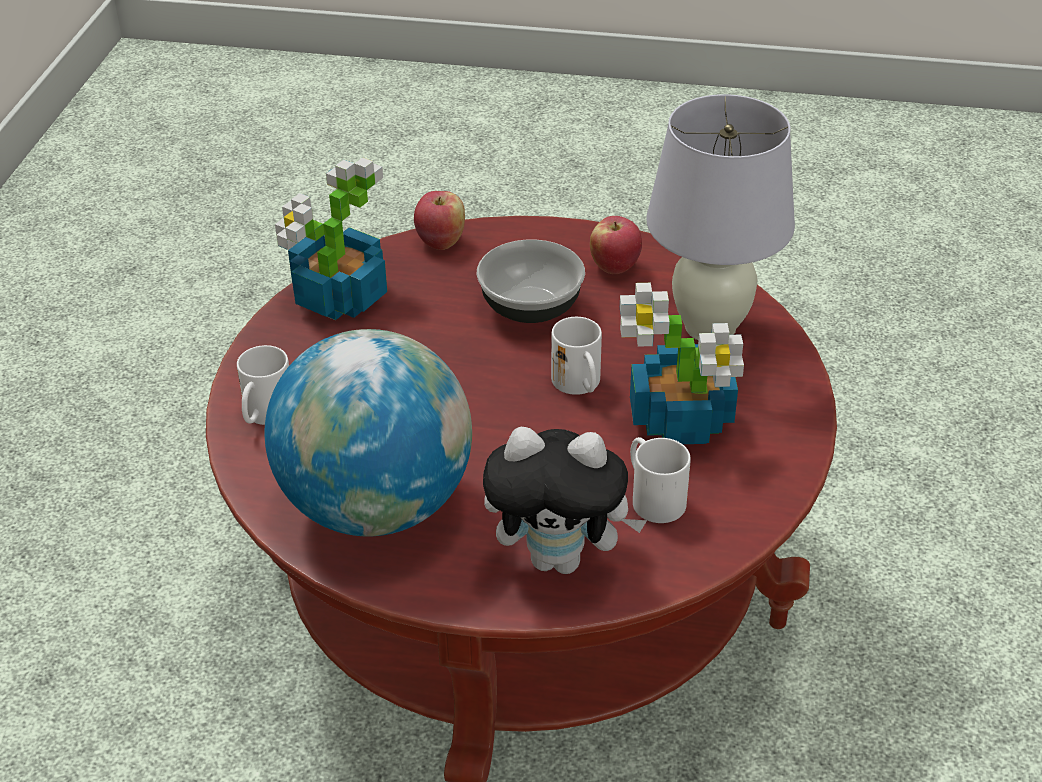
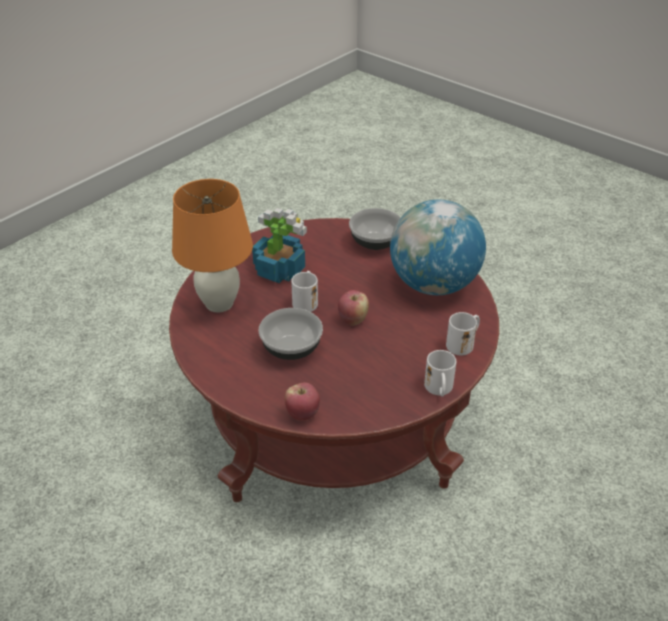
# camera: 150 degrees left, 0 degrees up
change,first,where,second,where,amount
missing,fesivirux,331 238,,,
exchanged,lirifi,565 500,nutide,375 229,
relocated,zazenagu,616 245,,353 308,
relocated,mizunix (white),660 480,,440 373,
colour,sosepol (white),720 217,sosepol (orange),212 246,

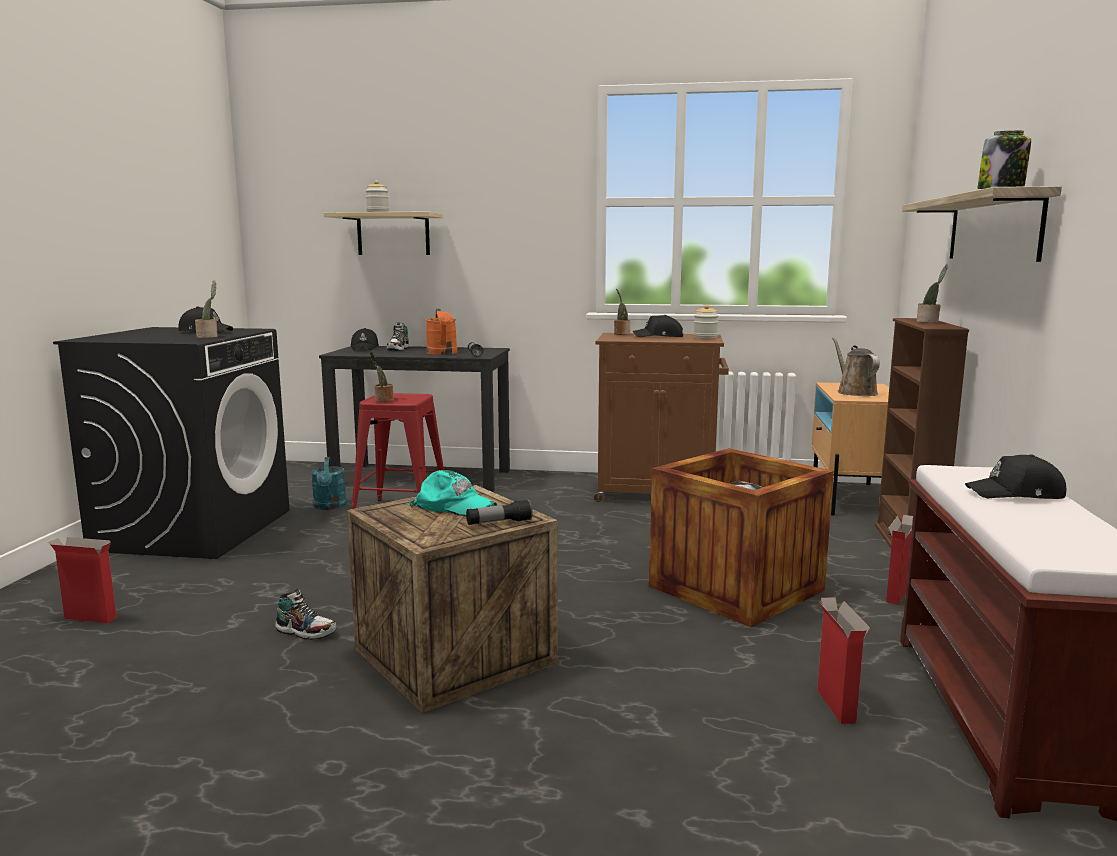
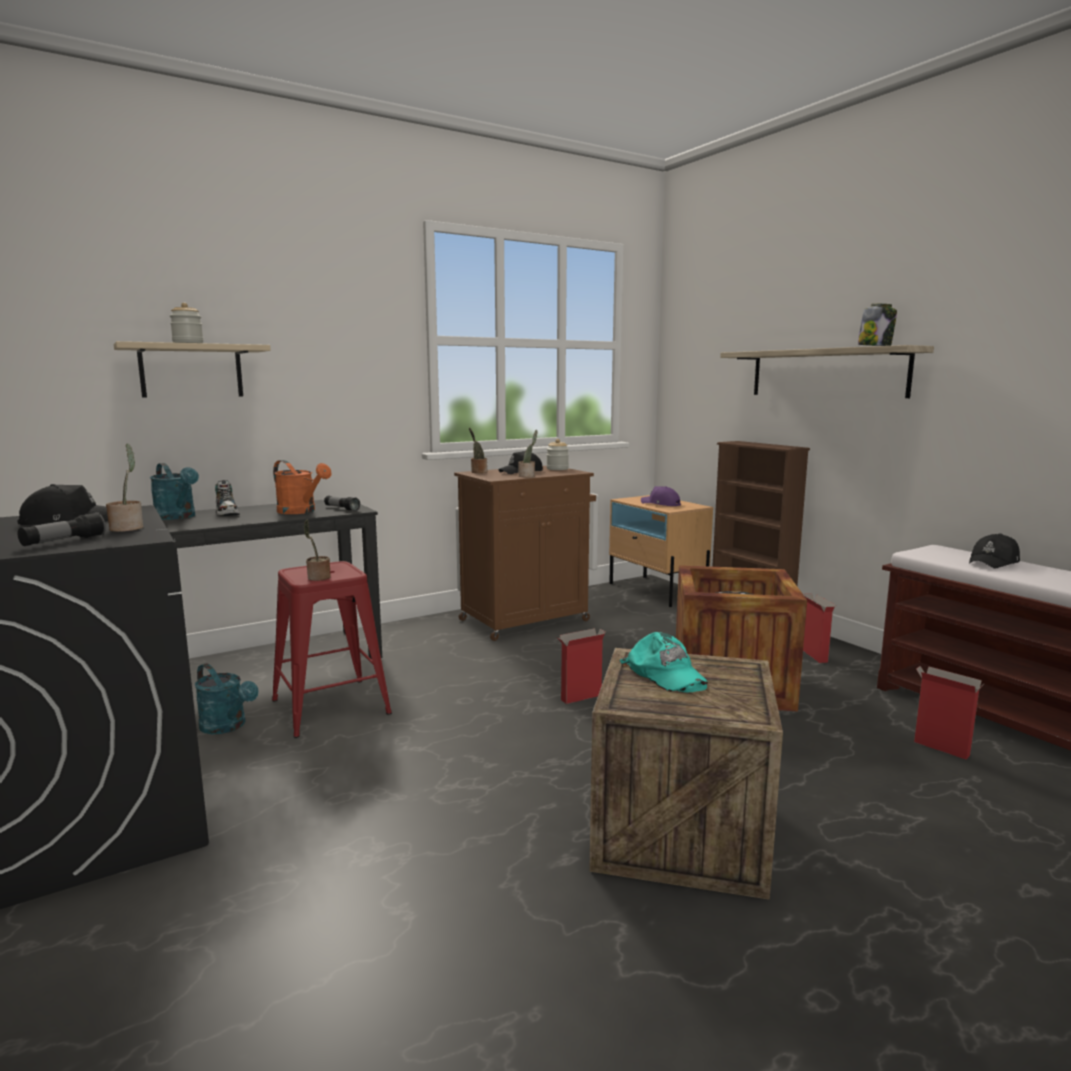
# camera: 40 degrees left, 0 degrees up
change,first,where,second,where,amount
relocated,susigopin,82 580,,581 666,
missing,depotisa,305 614,,,
exchanged,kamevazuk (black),365 339,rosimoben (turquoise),174 491,
spun,kamevazuk (turquoise),453 493,,664 662,75 degrees clockwise
relocated,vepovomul,499 512,,61 529,
exchanged,rosimoben (brown),856 366,kamevazuk (purple),661 496,
relocated,fesivirux,932 293,,528 453,

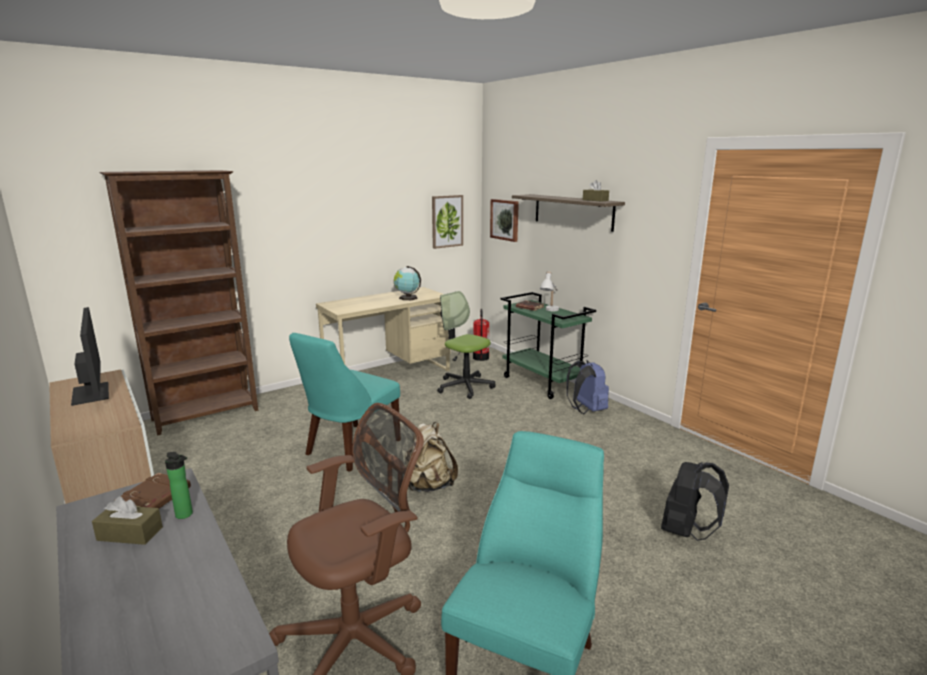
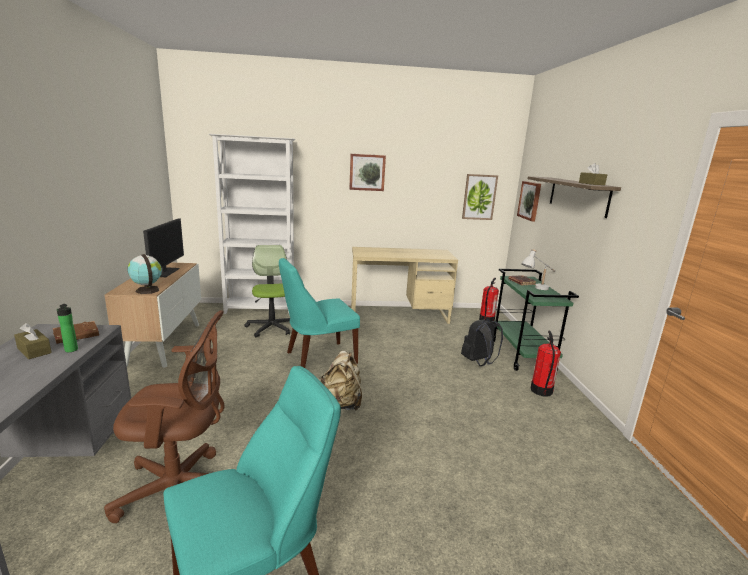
# camera: 30 degrees right, 0 degrees up
change,first,where,second,where,amount
colour,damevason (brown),178 302,damevason (white),252 224,
relocated,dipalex,407 283,,144 274,
relocated,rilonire,466 345,,267 291,
exchanged,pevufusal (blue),588 387,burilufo,546 363,
relocated,pevufusal (black),695 501,,482 342,
appeared,,,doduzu,367 172,

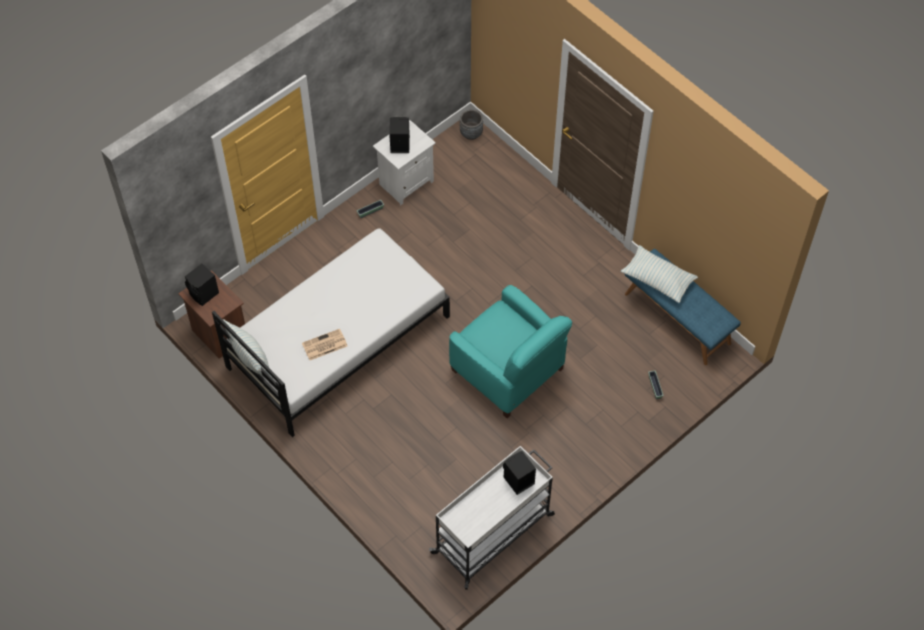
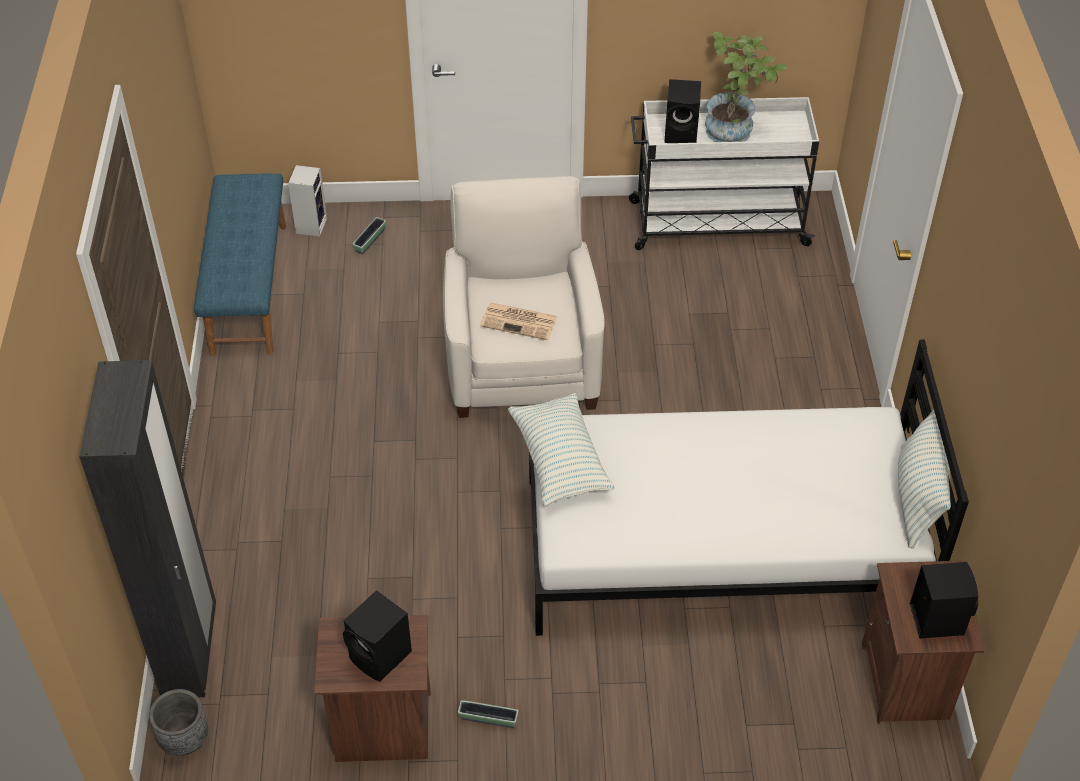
# camera: 140 degrees left, 10 degrees down
change,first,where,second,where,amount
relocated,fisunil,324 344,,518 321,
colour,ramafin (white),404 162,ramafin (brown),372 688,
colour,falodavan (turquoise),510 351,falodavan (white),524 297,
relocated,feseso,659 274,,561 450,
appeared,,,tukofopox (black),147 528,
appeared,,,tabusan,307 200,
appeared,,,fesivirux,746 87,

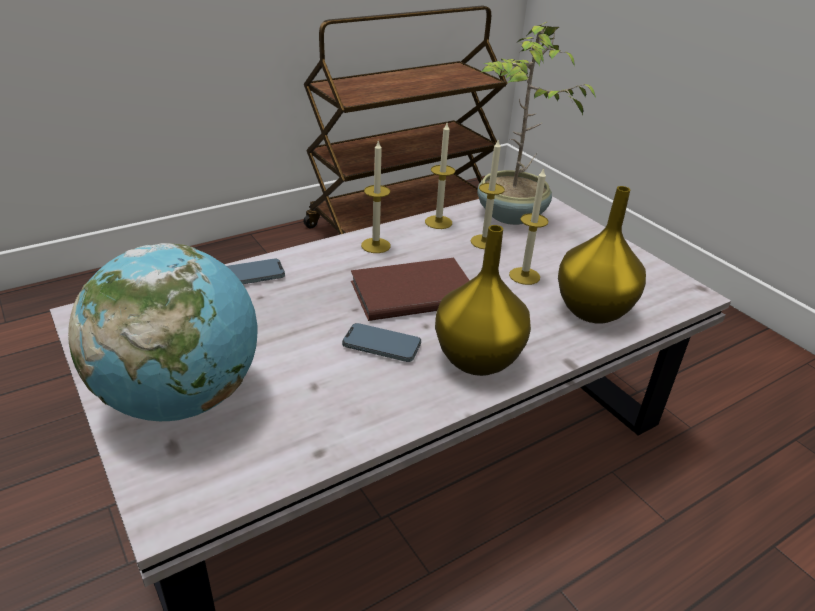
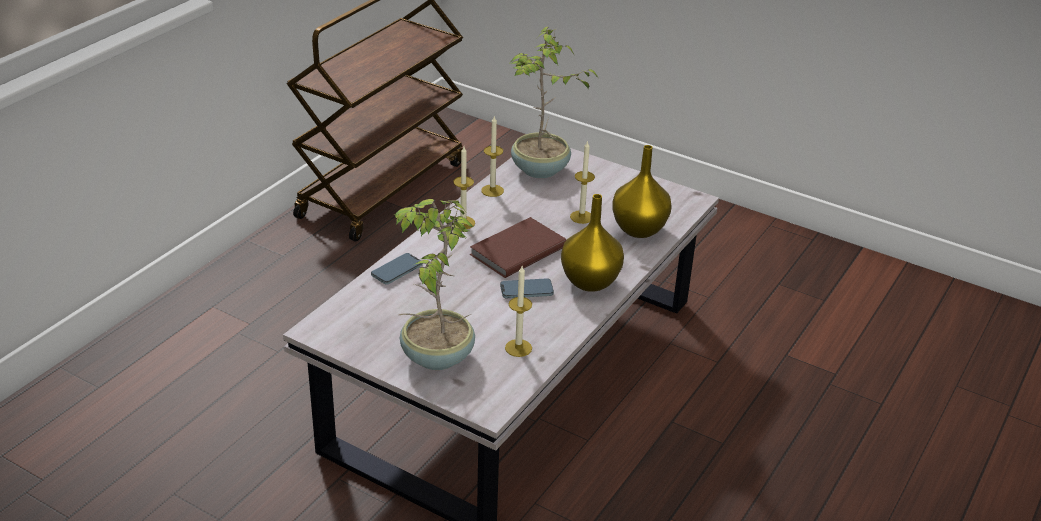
# camera: 25 degrees left, 0 degrees up
change,first,where,second,where,amount
exchanged,dipalex,162 332,fesivirux,434 284,
relocated,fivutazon,487 193,,518 311,

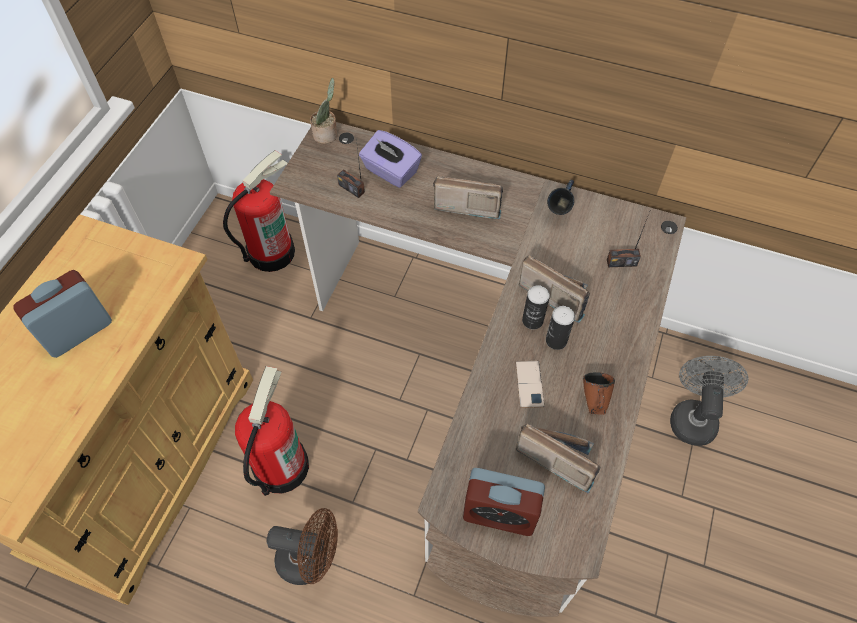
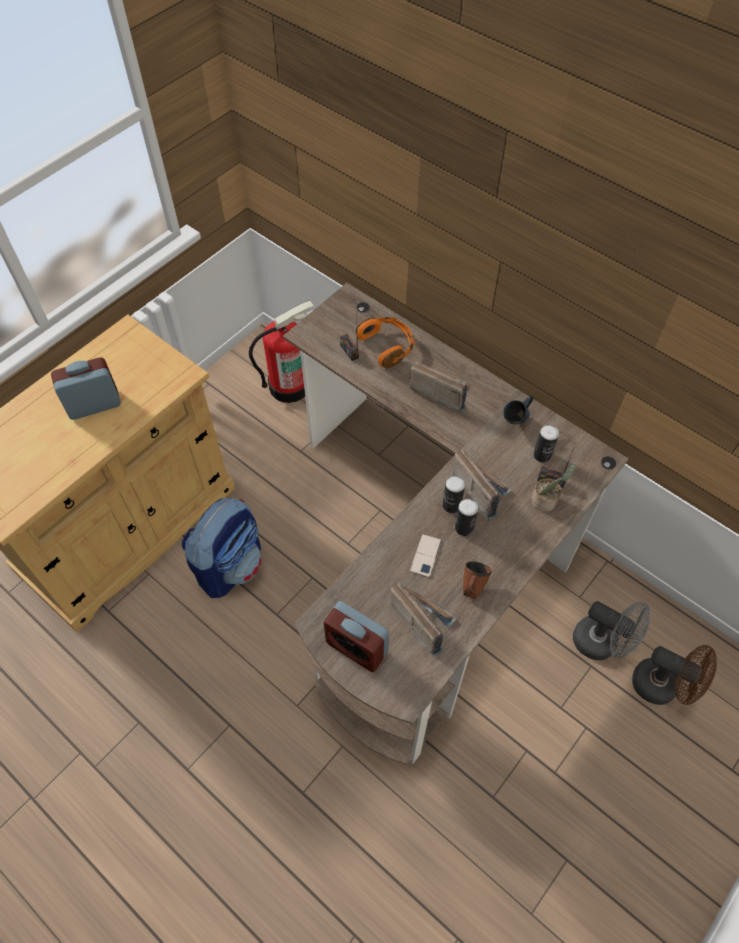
# camera: 20 degrees right, 0 degrees up
change,first,where,second,where,amount
exchanged,burilufo,272 431,pevufusal,221 548,
relocated,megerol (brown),302 546,,674 675,
relocated,fesivirux,323 111,,553 488,
exchanged,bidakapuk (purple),390 159,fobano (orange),385 342,
spun,megerol (grey),709 401,,611 630,90 degrees clockwise
appeared,,,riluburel,546 444,

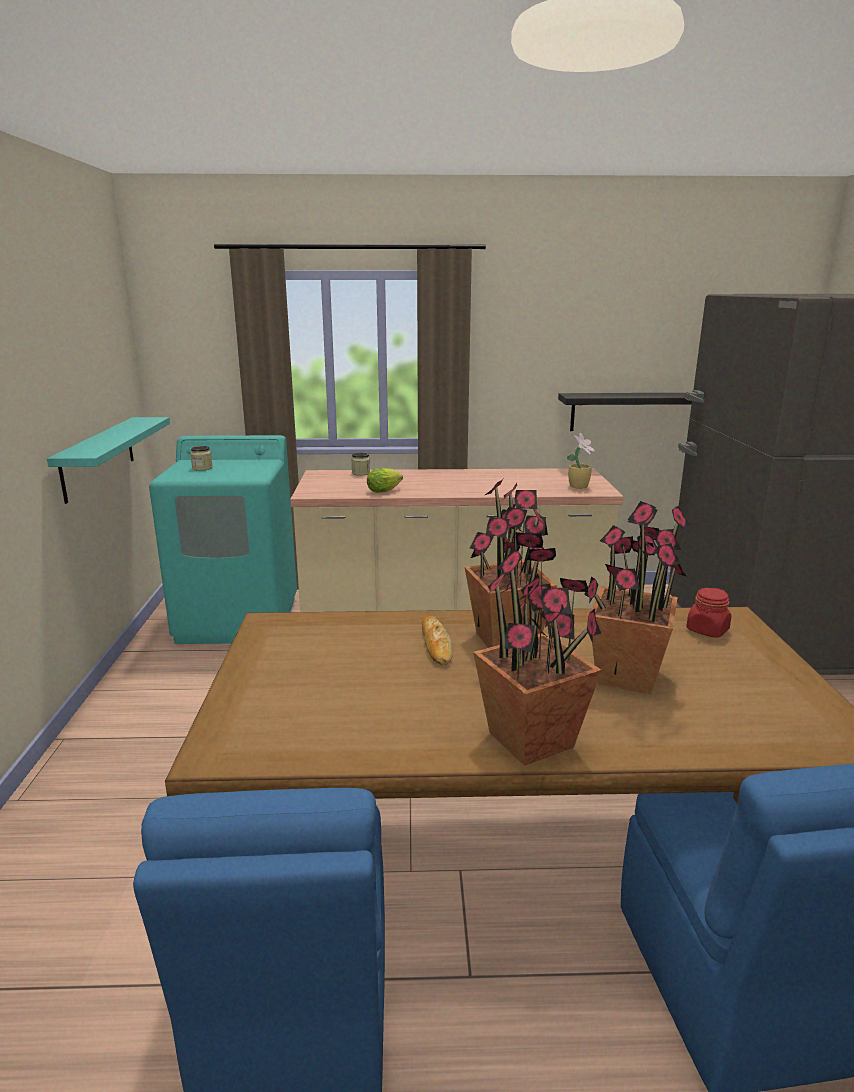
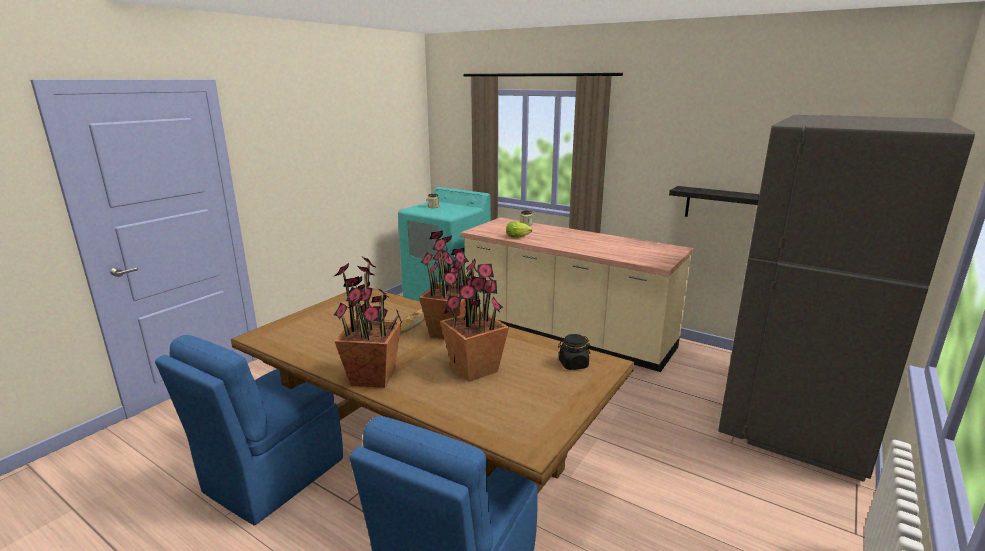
# camera: 35 degrees right, 0 degrees up
change,first,where,second,where,amount
missing,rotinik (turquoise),108 460,,,
missing,fesivirux,581 461,,,
colour,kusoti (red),709 613,kusoti (black),574 352,

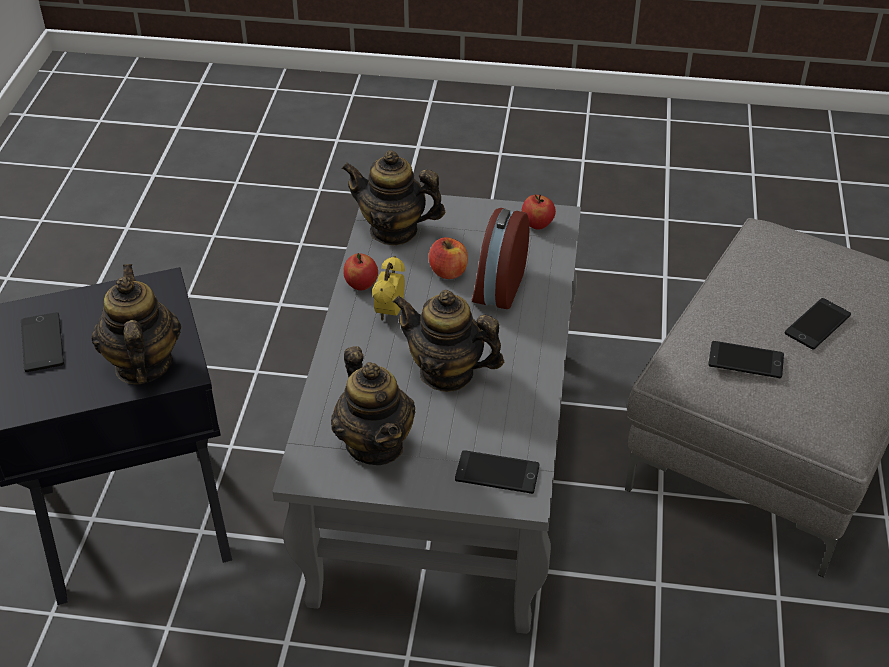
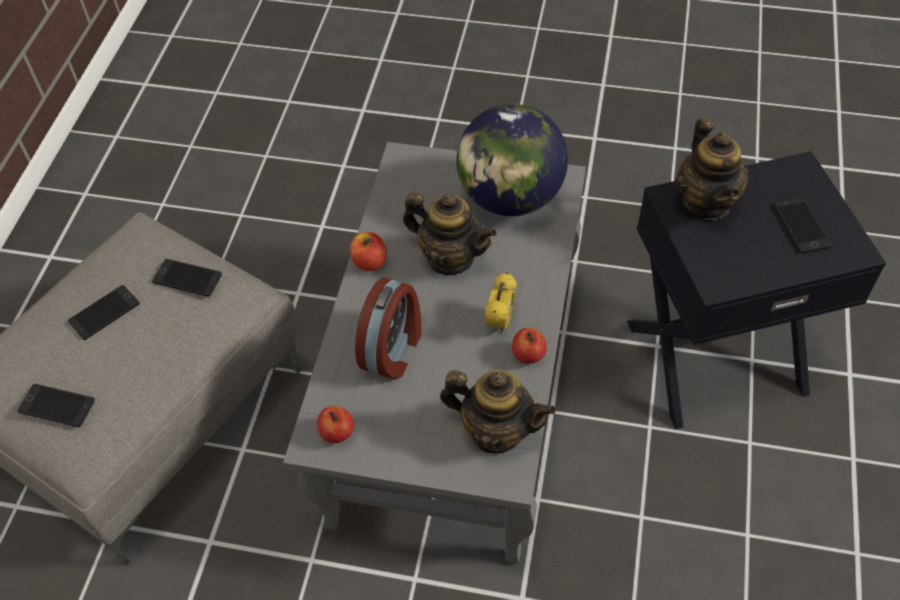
# camera: 175 degrees left, 10 degrees up
change,first,where,second,where,amount
exchanged,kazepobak,373 405,dipalex,512 160,
relocated,zazenagu,448 258,,368 251,
relocated,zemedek,497 472,,56 405,

